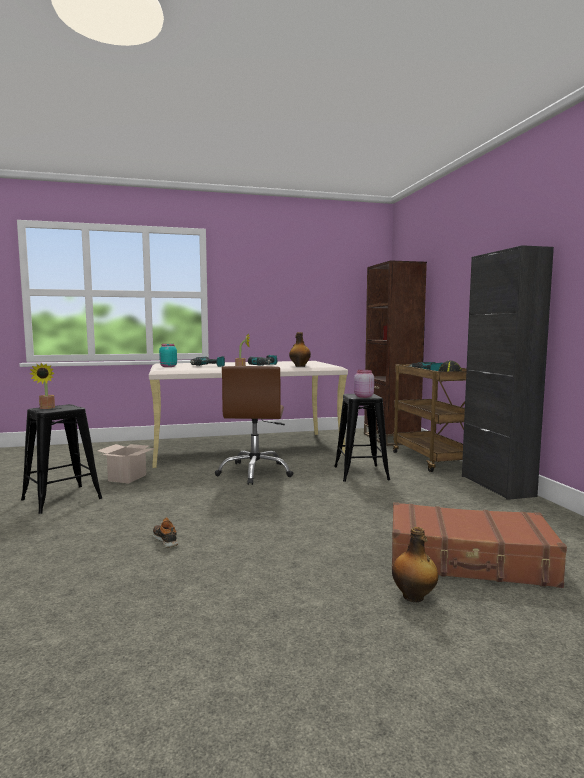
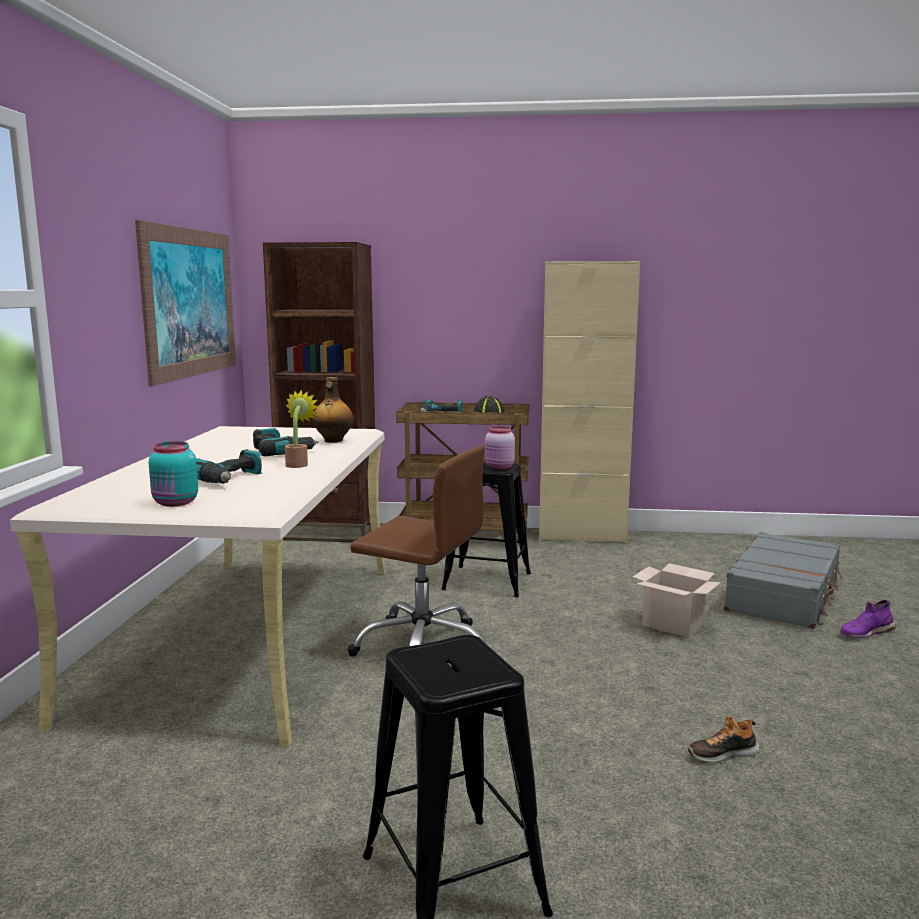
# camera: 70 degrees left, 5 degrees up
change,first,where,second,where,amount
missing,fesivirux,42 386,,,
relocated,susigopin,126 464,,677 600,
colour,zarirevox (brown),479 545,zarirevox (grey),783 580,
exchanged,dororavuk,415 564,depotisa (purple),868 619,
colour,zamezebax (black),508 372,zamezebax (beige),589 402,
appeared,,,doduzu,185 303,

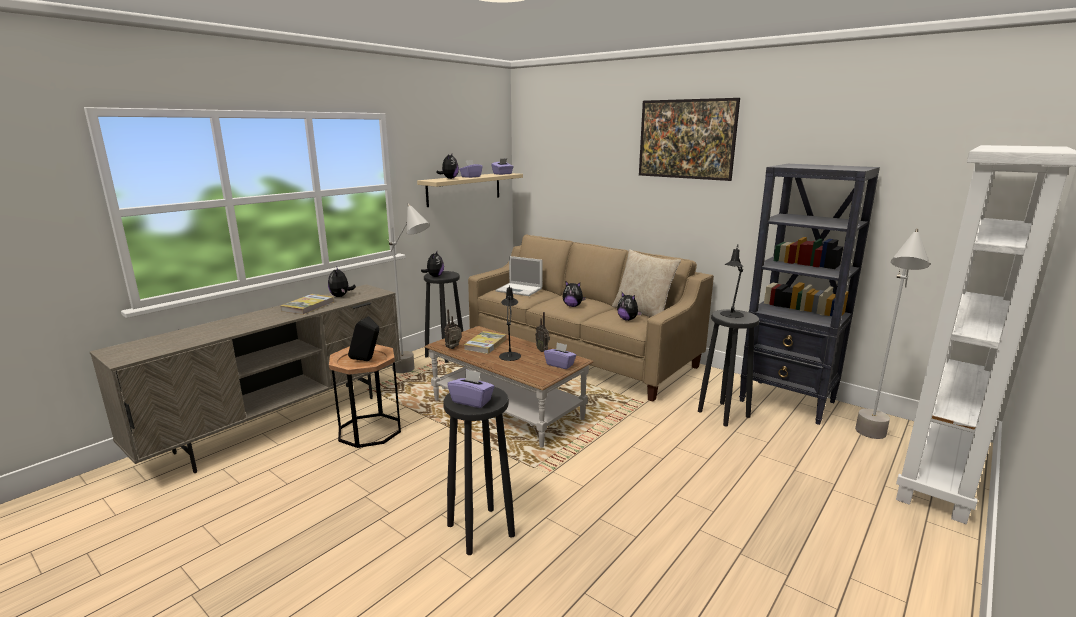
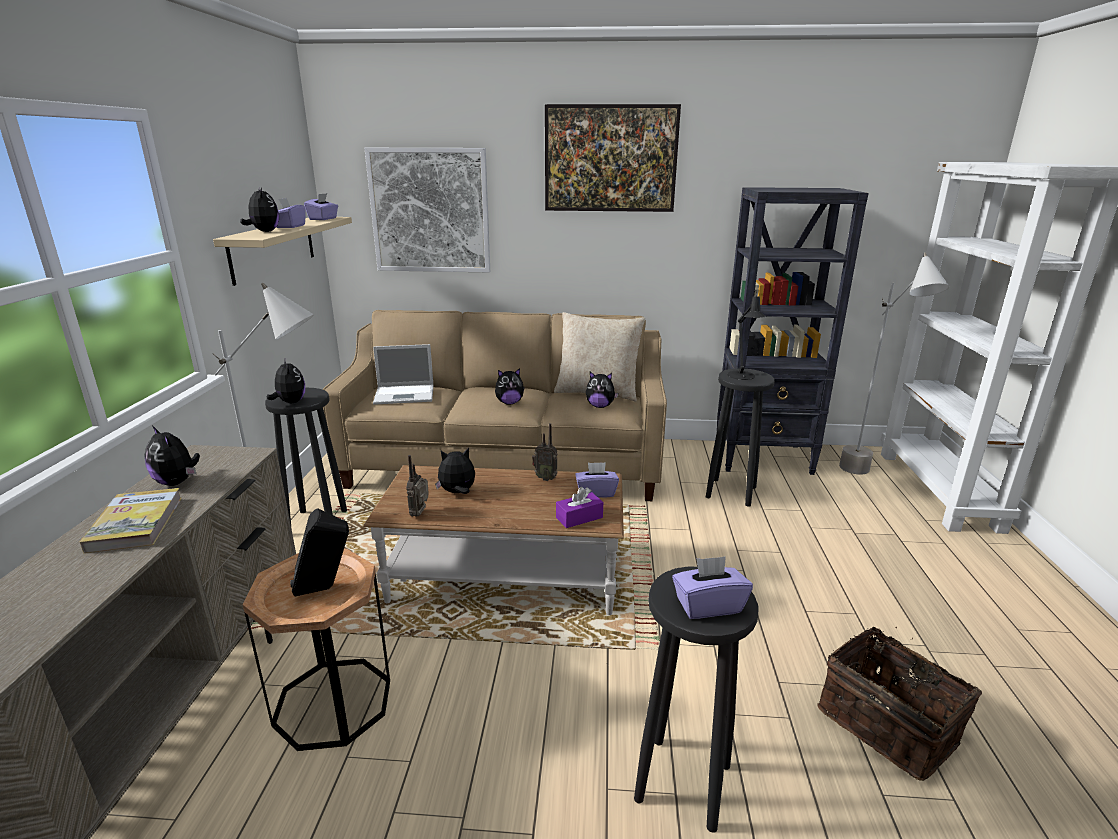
# camera: 35 degrees left, 5 degrees up
change,first,where,second,where,amount
exchanged,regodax,485 342,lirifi,455 471,
missing,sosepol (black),510 323,,,
appeared,,,doduzu,427 210,
appeared,,,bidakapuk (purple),579 507,
appeared,,,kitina,899 703,

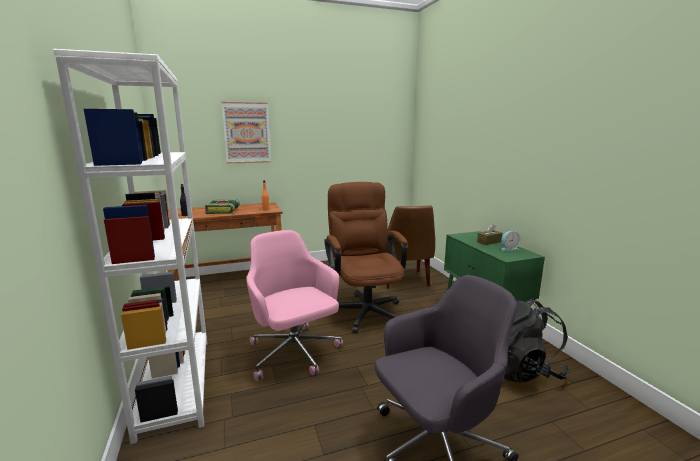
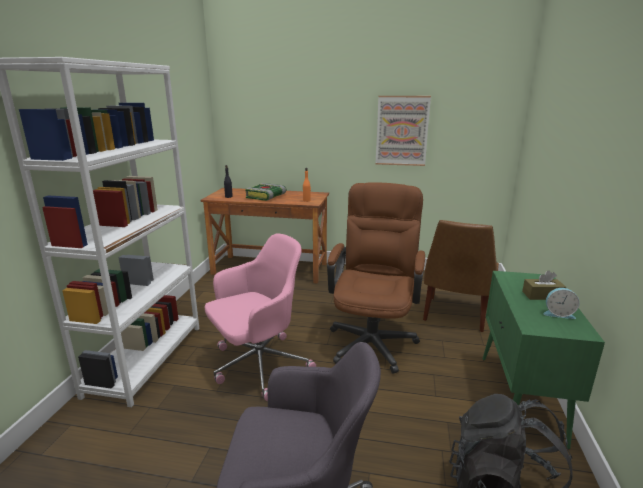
# camera: 30 degrees right, 5 degrees up
change,first,where,second,where,amount
relocated,doduzu,246 133,,403 131,
spun,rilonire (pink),294 305,,260 317,60 degrees clockwise

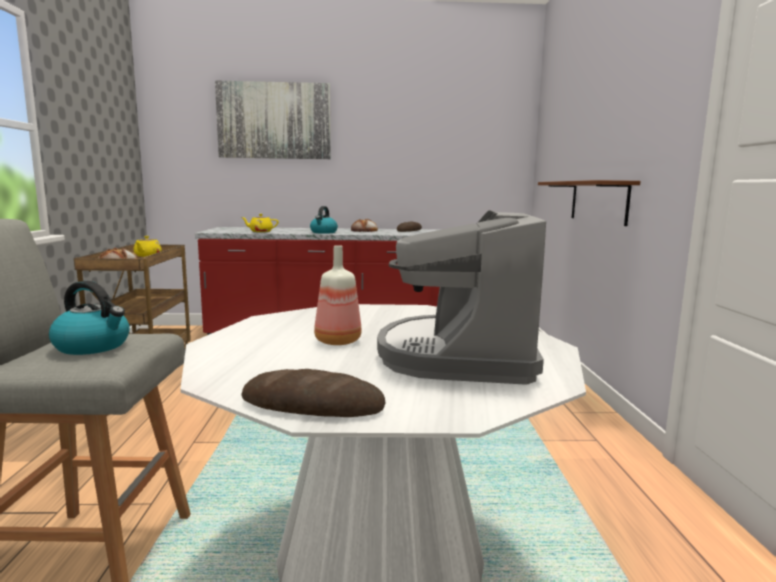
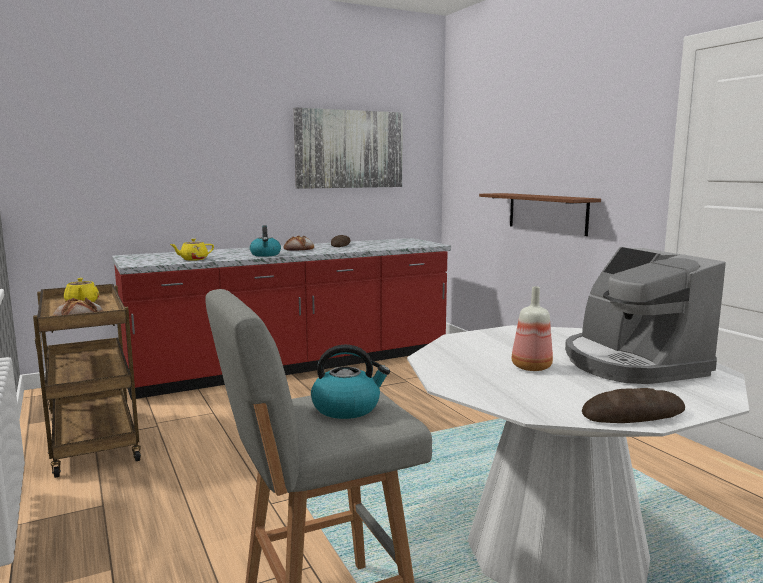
# camera: 25 degrees left, 0 degrees up
change,first,where,second,where,amount
relocated,doduzu,273 119,,348 148,

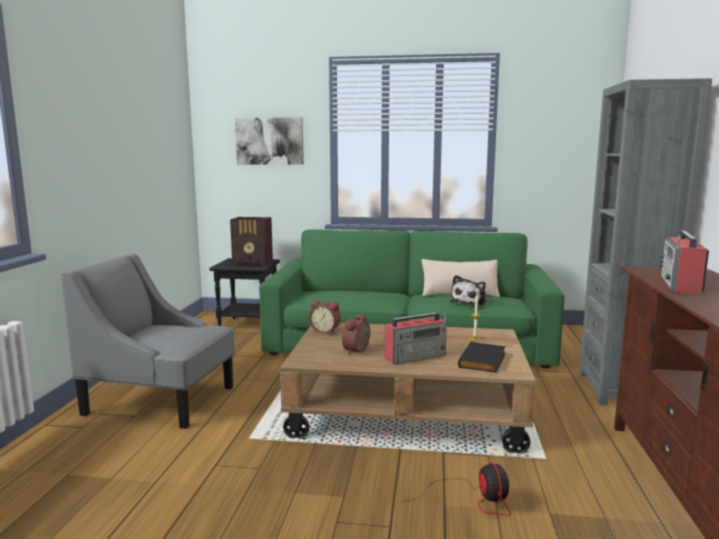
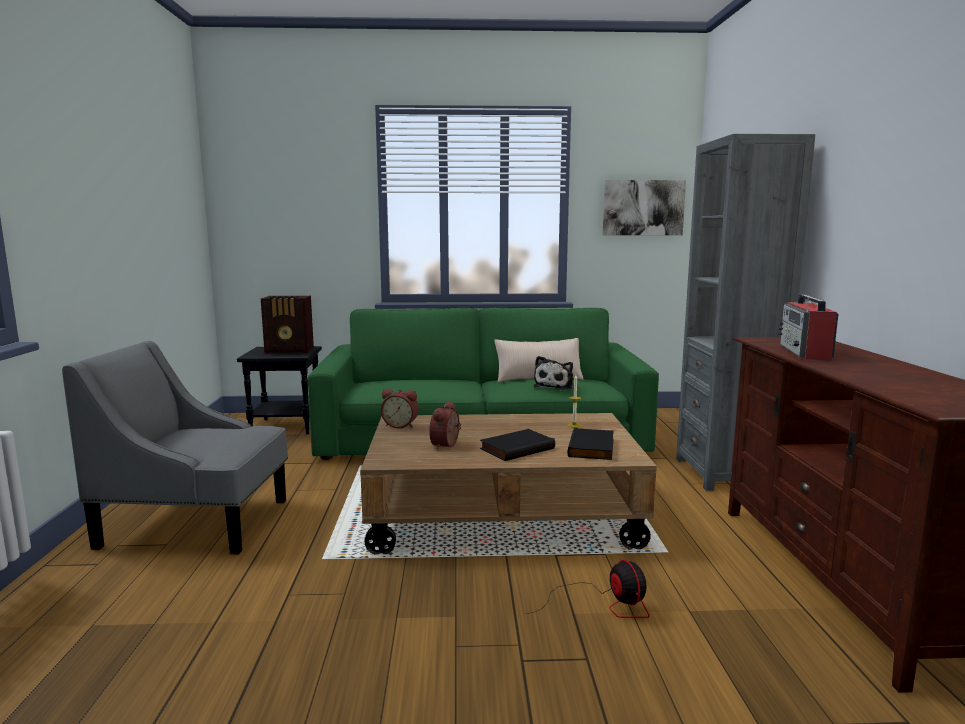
# camera: 10 degrees left, 0 degrees up
change,first,where,second,where,amount
relocated,doduzu,269 141,,644 207,
exchanged,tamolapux,415 338,regodax (black),517 445,

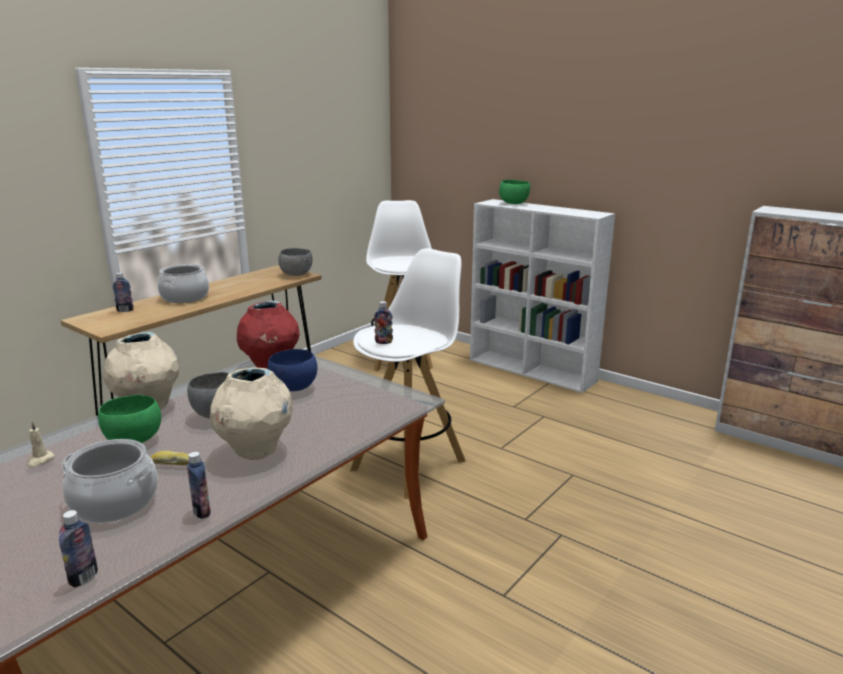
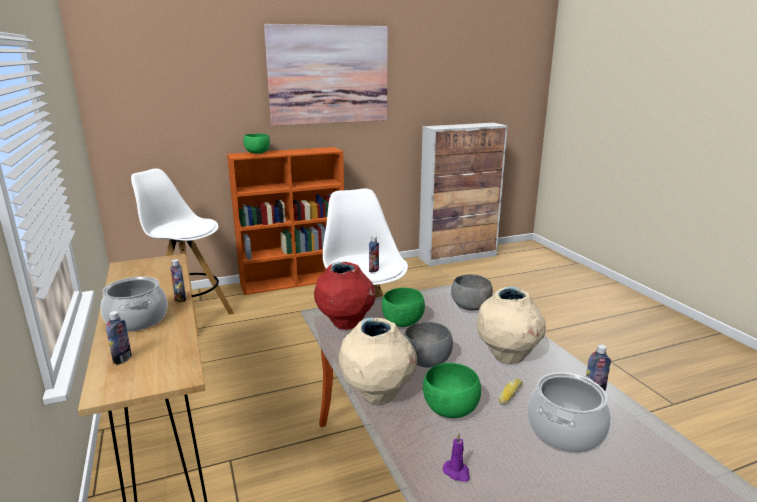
# camera: 60 degrees left, 0 degrees up
change,first,where,second,where,amount
colour,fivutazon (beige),40 444,fivutazon (purple),456 457,
relocated,dororavuk,78 548,,178 281,
colour,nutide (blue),292 370,nutide (green),403 307,
relocated,nutide (grey),295 262,,472 292,
colour,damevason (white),542 296,damevason (orange),285 221,
appeared,,,doduzu,326 75,

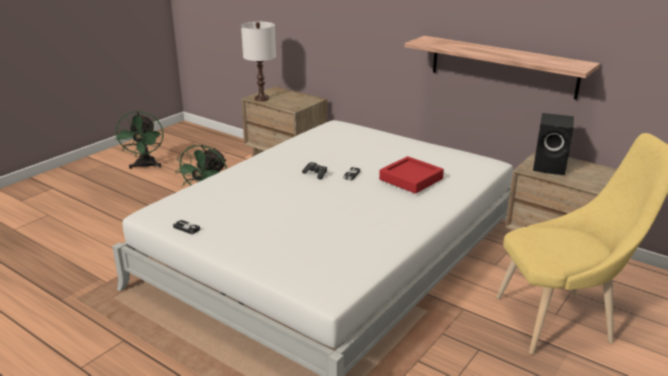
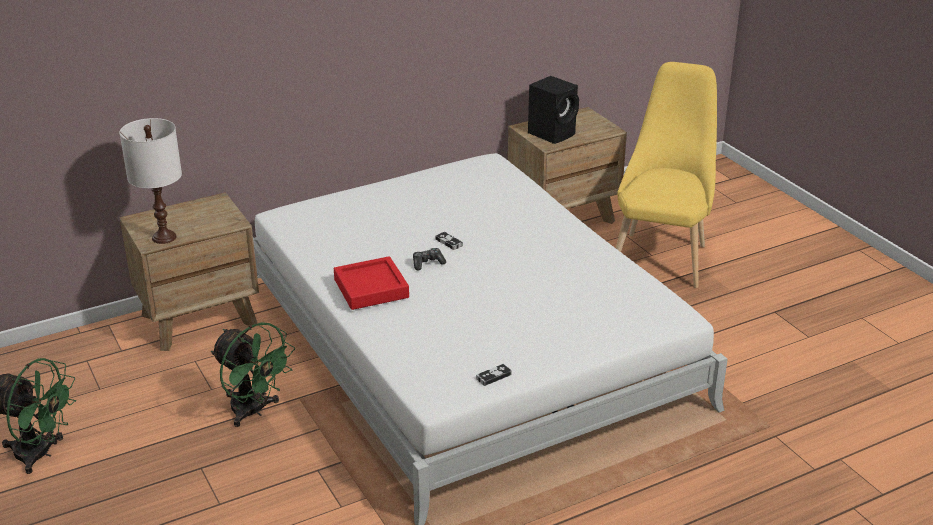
# camera: 65 degrees left, 5 degrees up
change,first,where,second,where,amount
relocated,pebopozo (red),411 175,,371 283,
missing,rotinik,502 68,,,

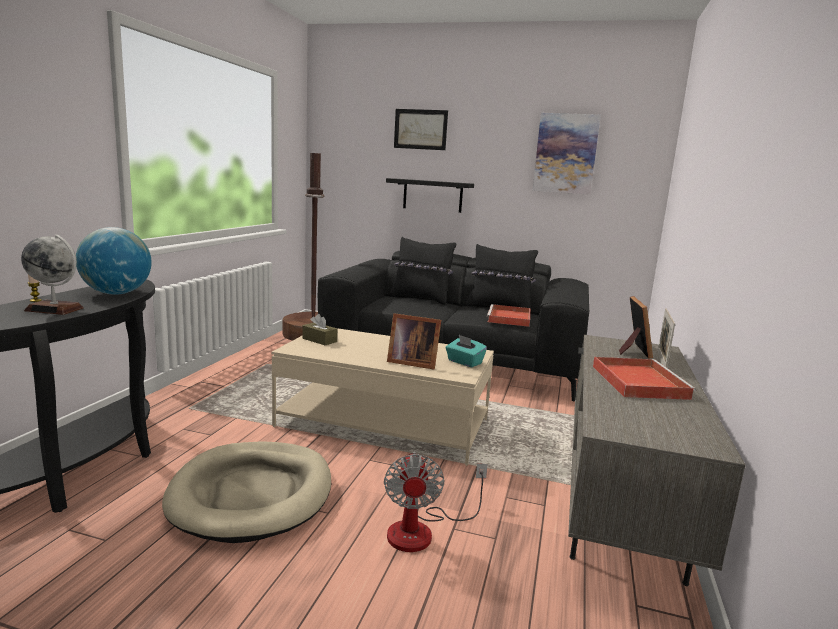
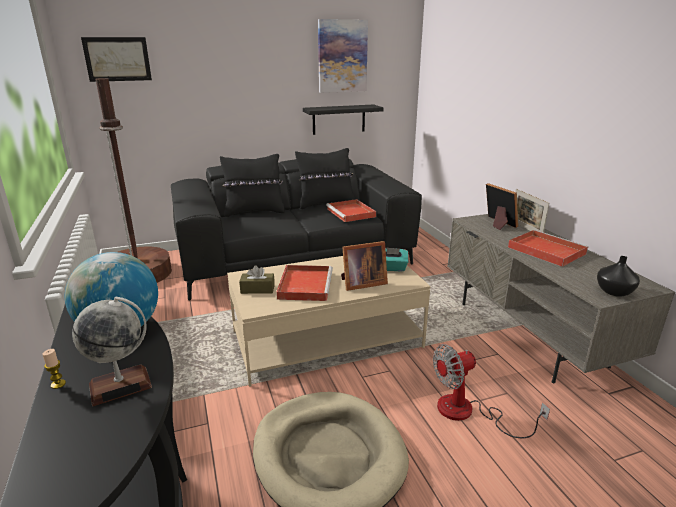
# camera: 35 degrees left, 10 degrees up
change,first,where,second,where,amount
spun,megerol,436 501,,491 391,105 degrees clockwise
relocated,rotinik (black),430 195,,343 119,
relocated,doduzu,421 129,,116 59,
appeared,,,pebopozo (red),304 283,
appeared,,,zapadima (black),618 276,

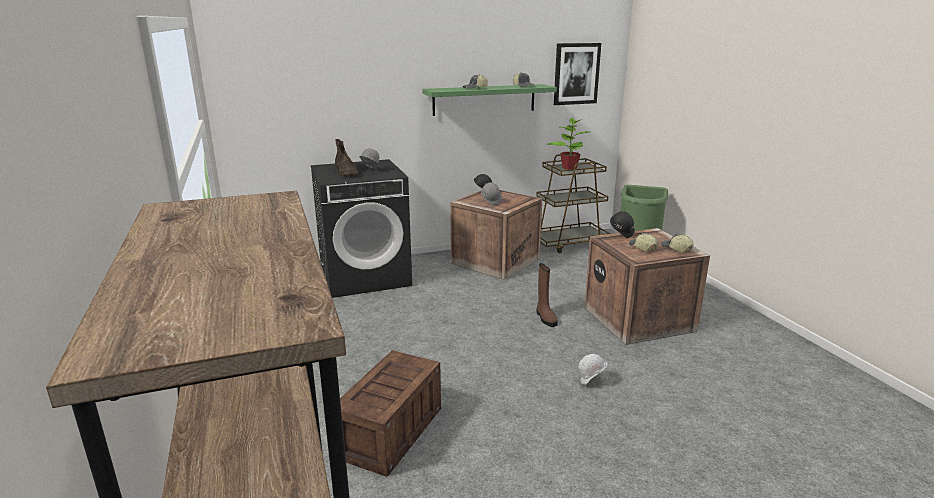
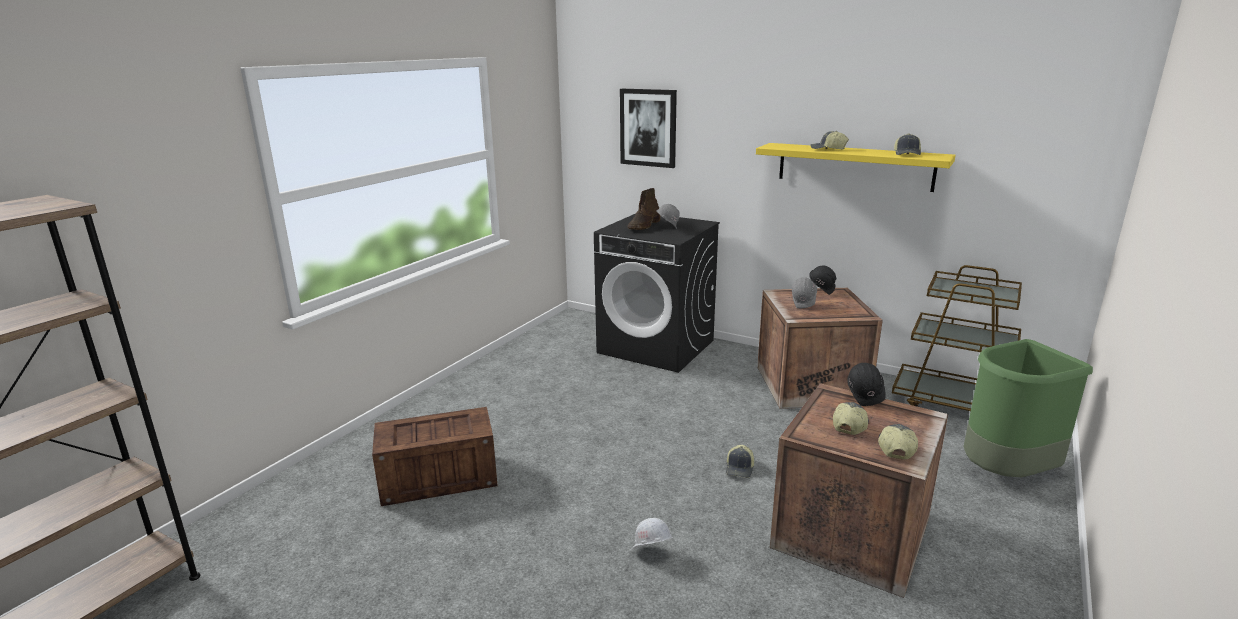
# camera: 50 degrees right, 0 degrees up
change,first,where,second,where,amount
colour,rotinik (green),489 100,rotinik (yellow),856 167,
exchanged,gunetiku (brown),547 295,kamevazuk,740 461,
missing,fesivirux,568 144,,,
relocated,doduzu,577 74,,648 128,

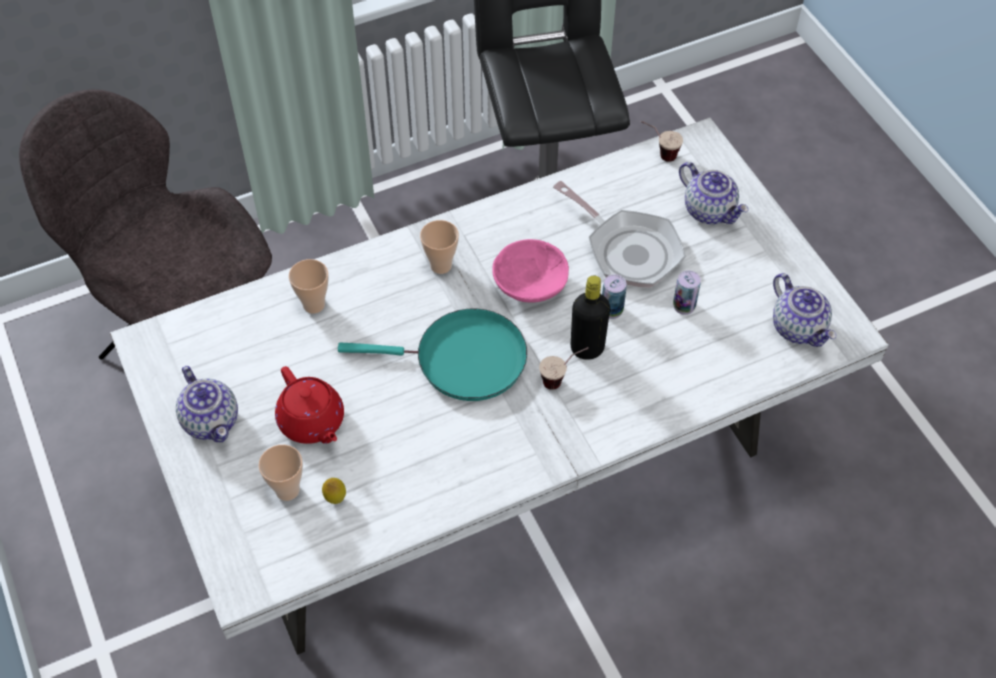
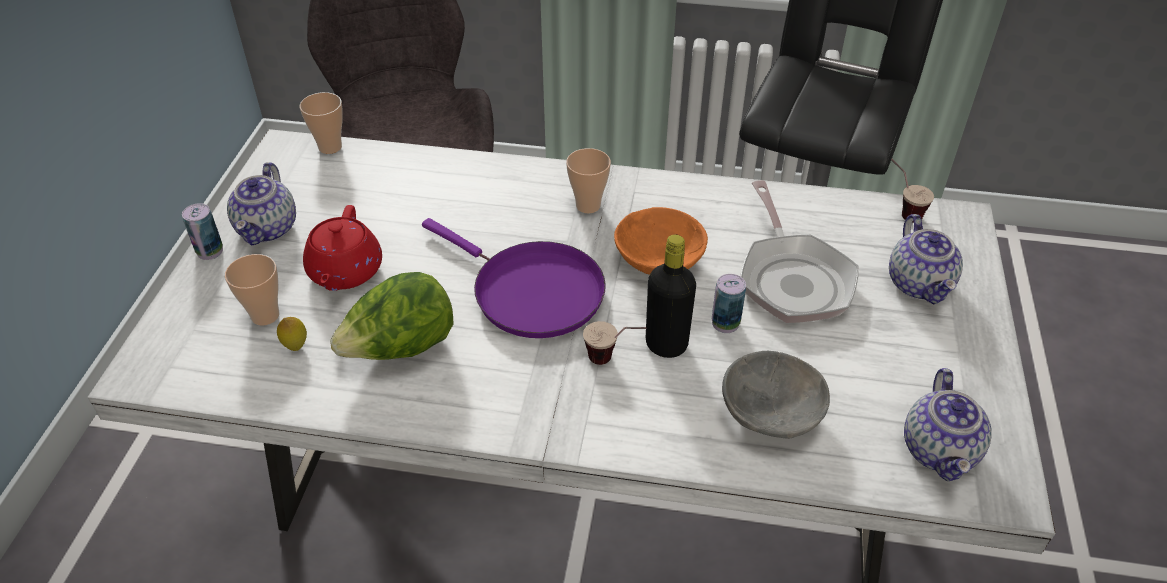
# camera: 35 degrees right, 10 degrees down
change,first,where,second,where,amount
relocated,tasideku,308 286,,321 123,
colour,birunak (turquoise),432 354,birunak (purple),514 278,
colour,nutide (pink),530 270,nutide (orange),661 241,
relocated,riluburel,687 292,,202 231,
appeared,,,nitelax,391 316,
appeared,,,nutide (grey),776 395,

